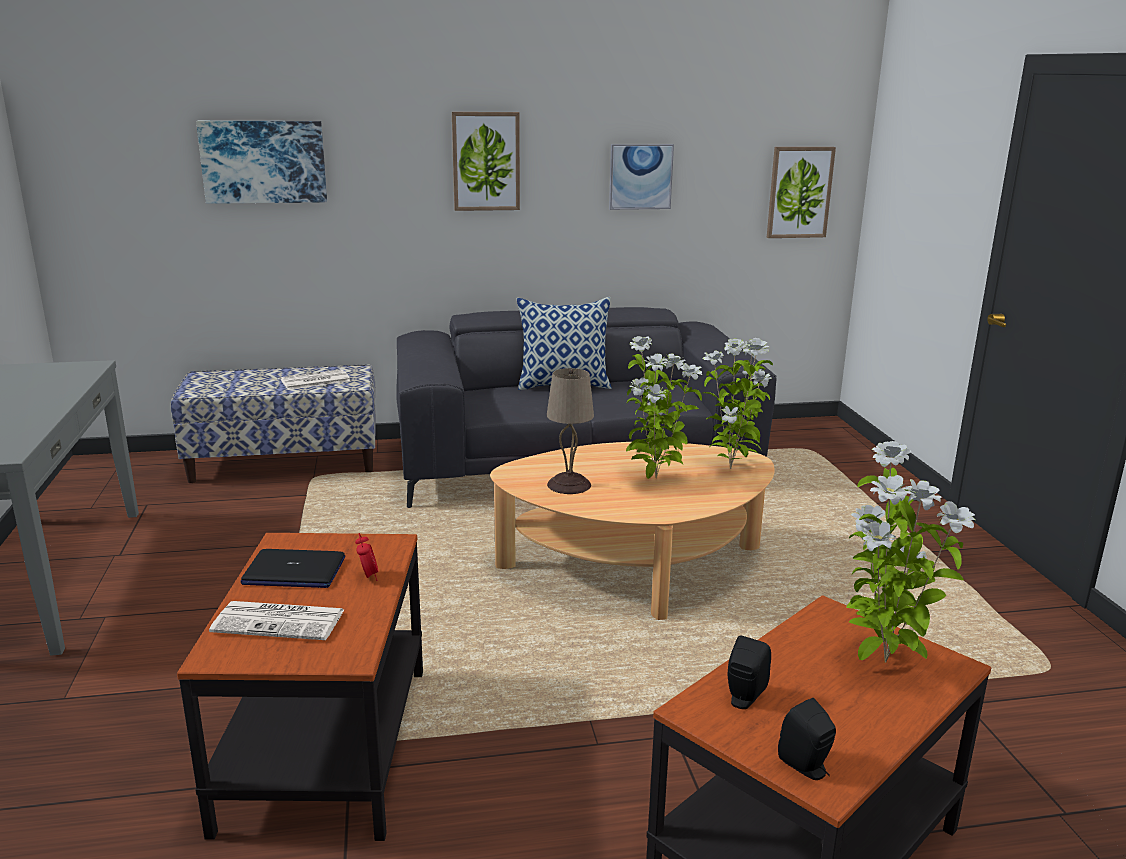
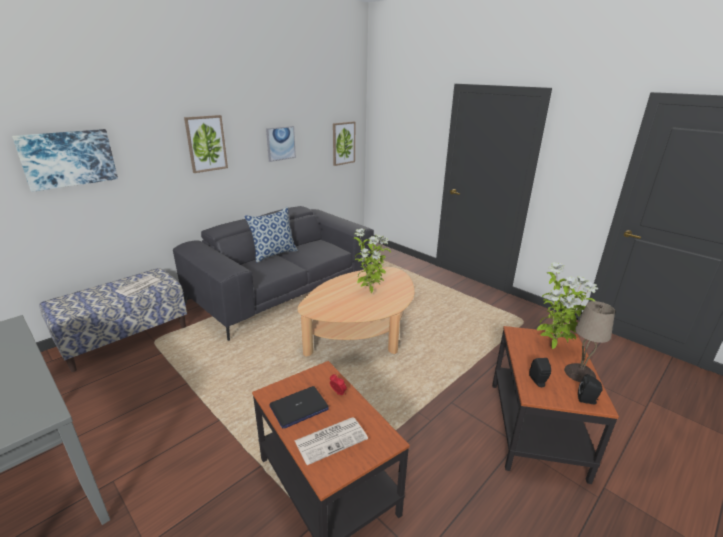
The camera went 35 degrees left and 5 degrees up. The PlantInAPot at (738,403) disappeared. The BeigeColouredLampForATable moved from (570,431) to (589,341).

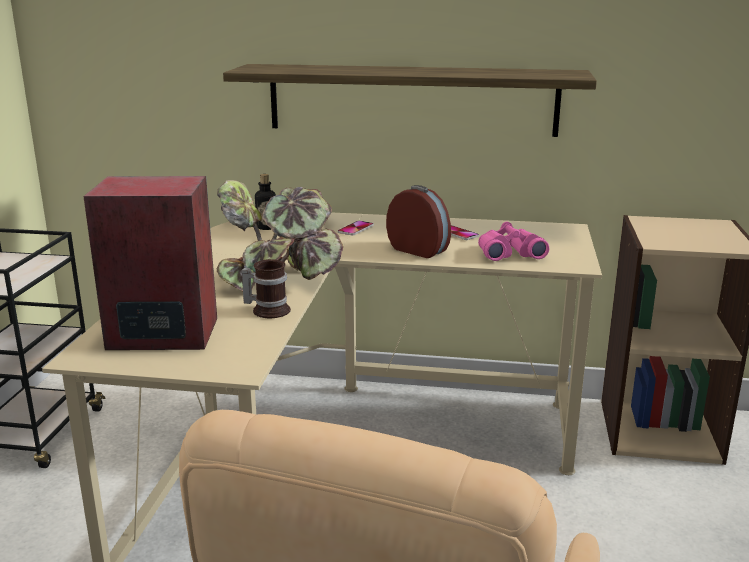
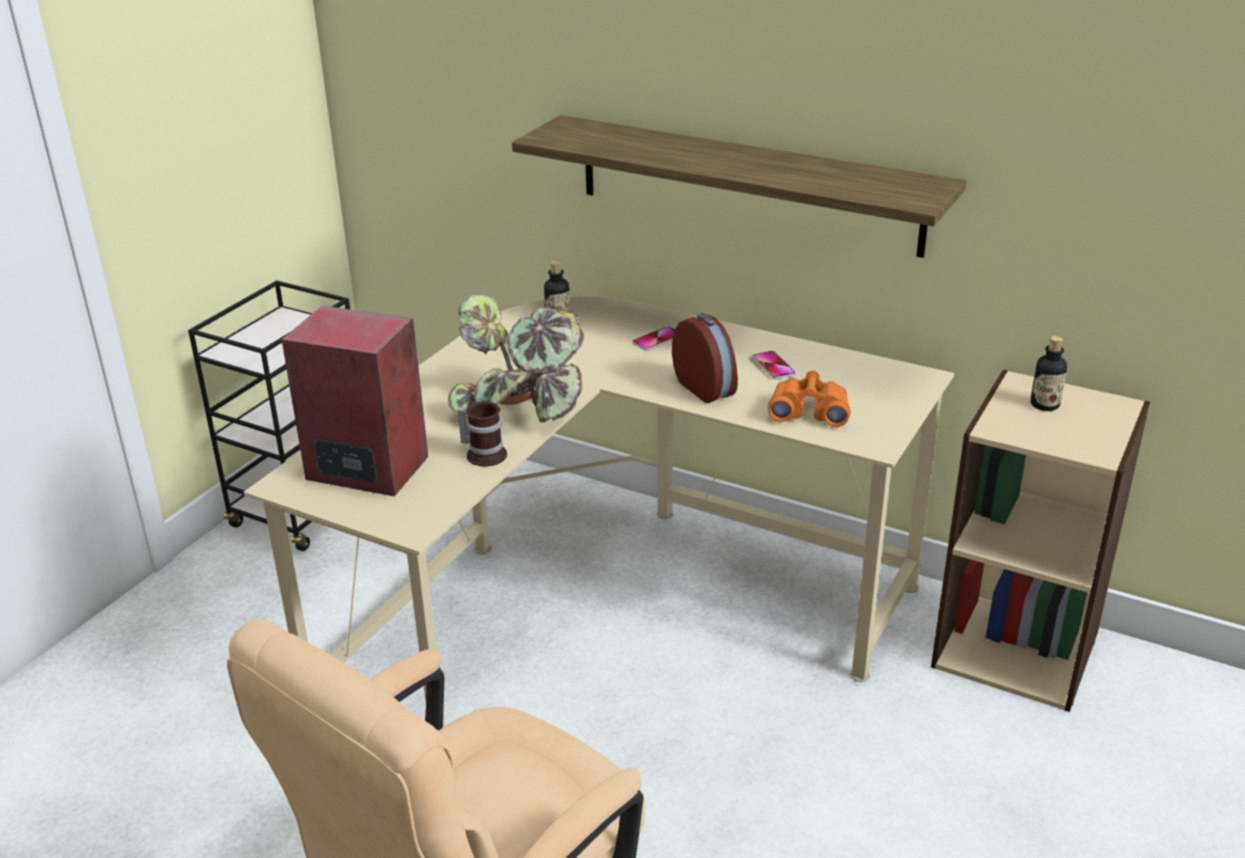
The camera went 20 degrees right and 10 degrees up. The BeverageBottle at (1049,373) appeared. The PinkishBinoculars at (513,241) became the OrangeyBinoculars at (809,398).

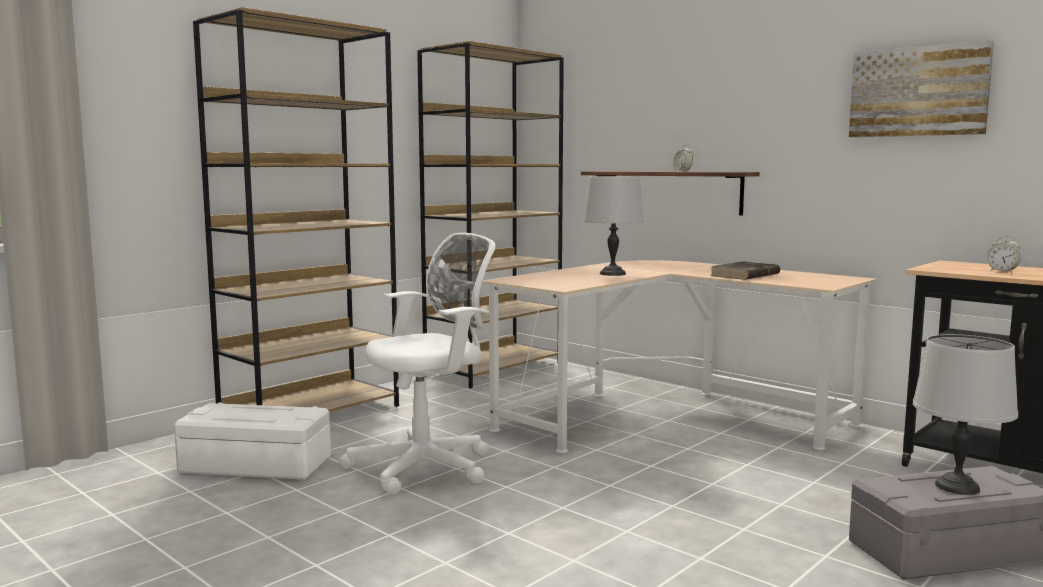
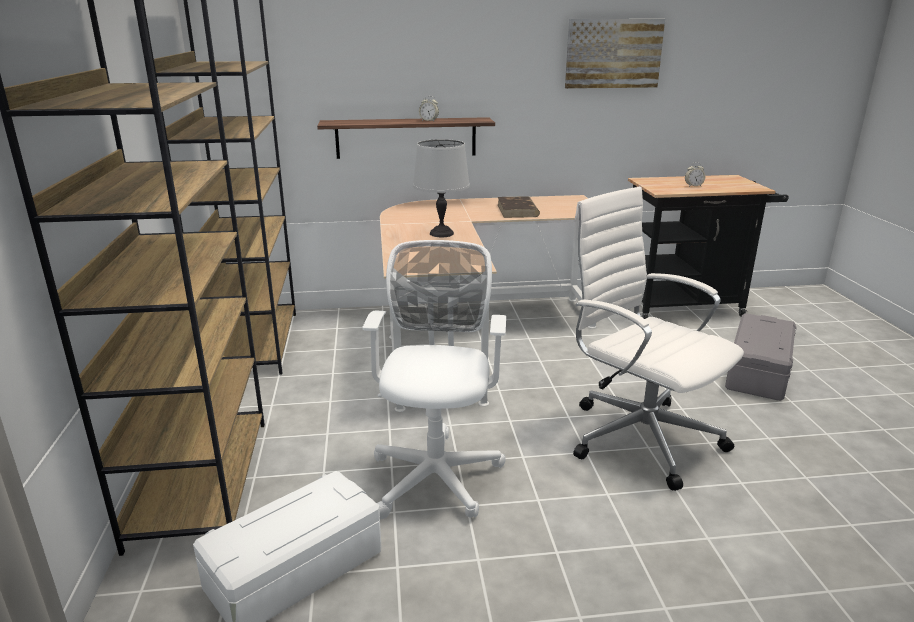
The camera went 50 degrees left and 15 degrees up. The GreyLampForATable at (965,414) disappeared. The WhiteColouredComputerChair at (658,339) appeared.

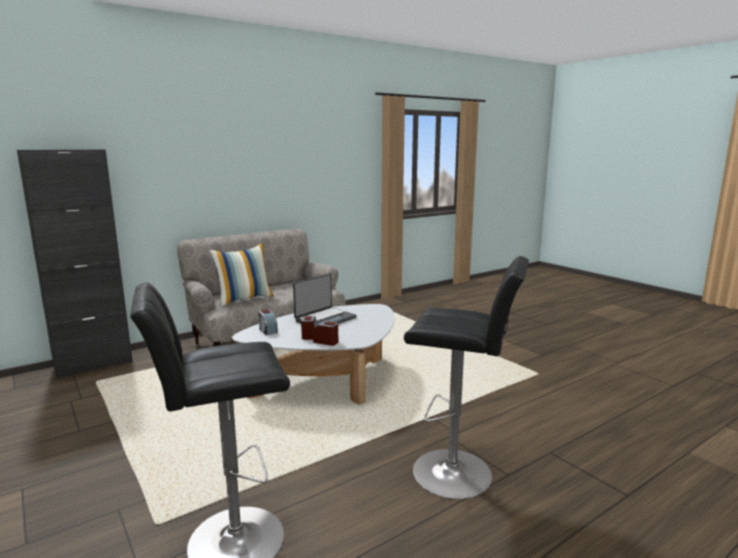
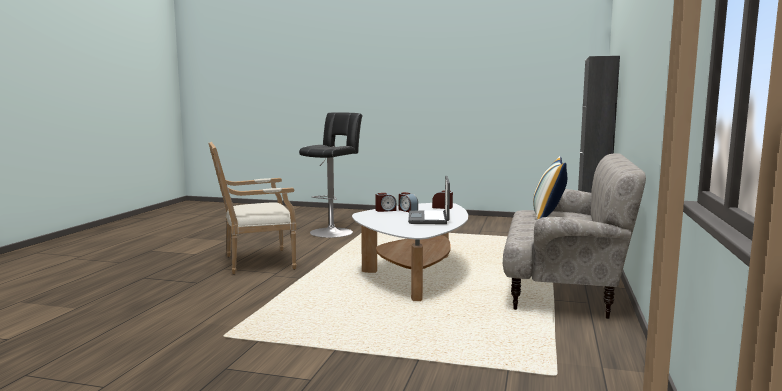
The camera went 140 degrees right and 5 degrees down. The BlackColouredStool at (466,377) was replaced by the EasyChair at (252,208).

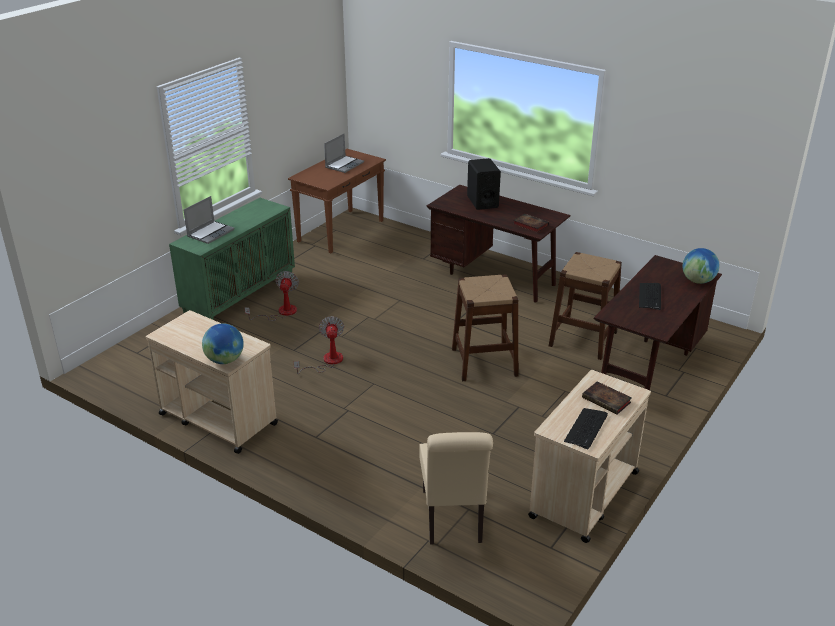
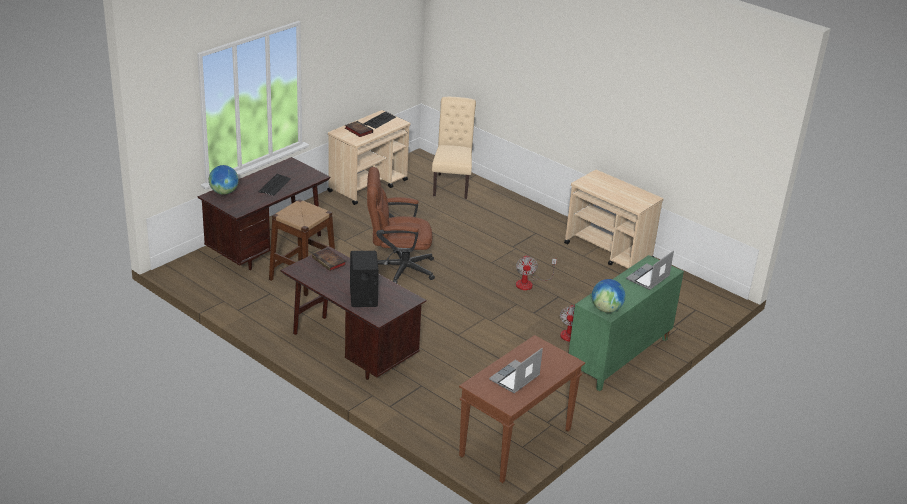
The camera went 175 degrees left and 0 degrees up. The Globe moved from (223,344) to (609,296). The BrownColouredStool at (485,327) was replaced by the BrownColouredComputerChair at (401,225).

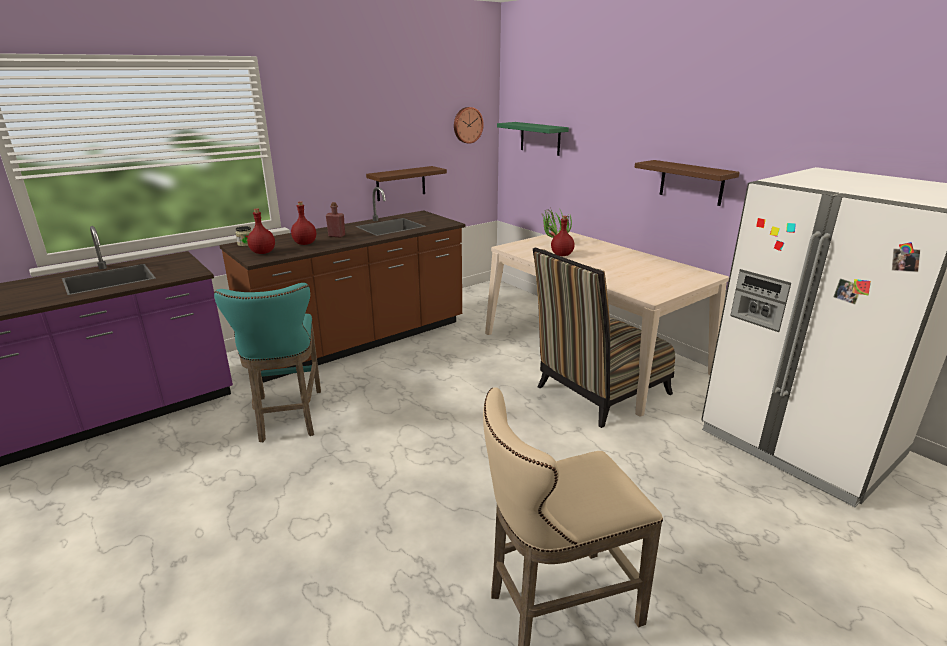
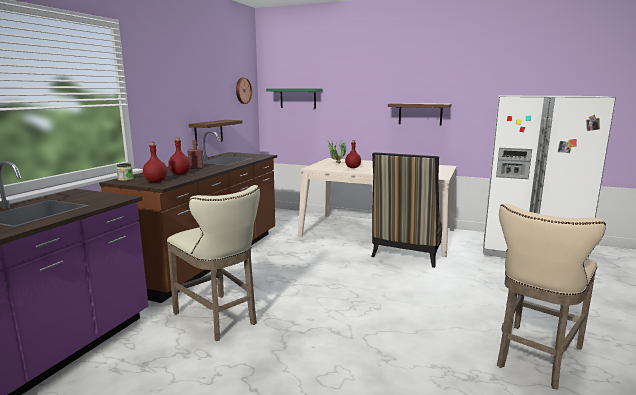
The camera went 30 degrees left and 10 degrees down. The TurquoiseColouredStool at (267,362) became the BeigeColouredStool at (213,263).

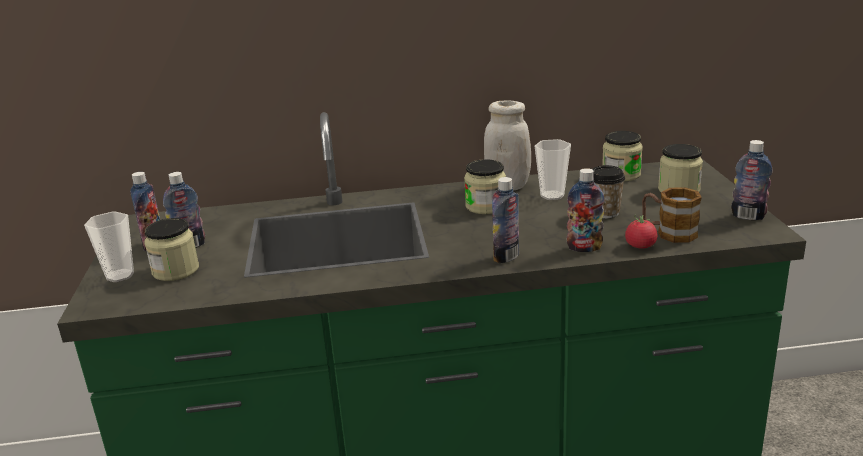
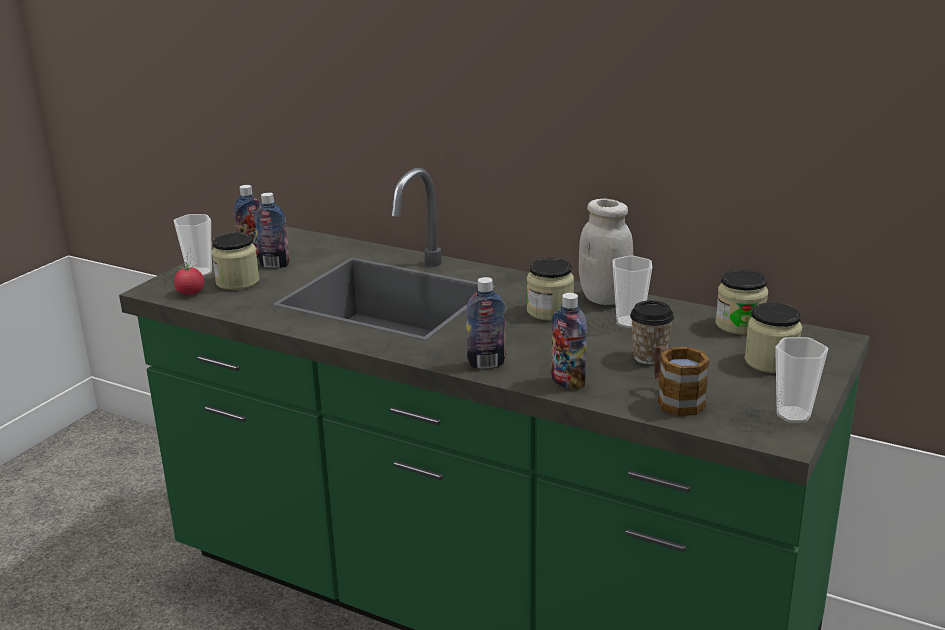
The camera went 35 degrees right and 0 degrees up. The WholeTomato moved from (641,232) to (189,278). The BeverageBottle at (751,180) was replaced by the SmallCup at (801,380).

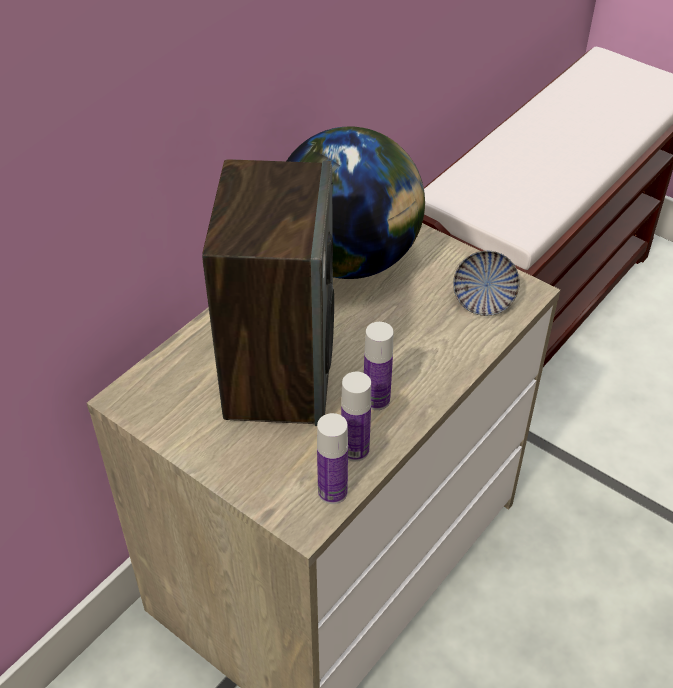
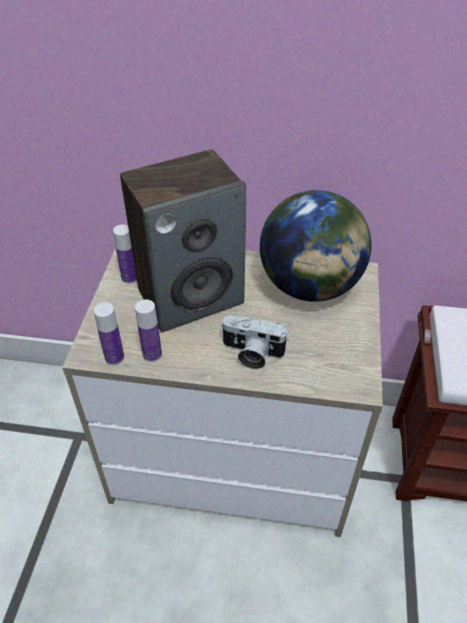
The camera went 60 degrees right and 0 degrees up. The ServingBowl at (486,283) disappeared. The StillCamera at (255,342) appeared. The BeverageBottle moved from (378,366) to (125,254).

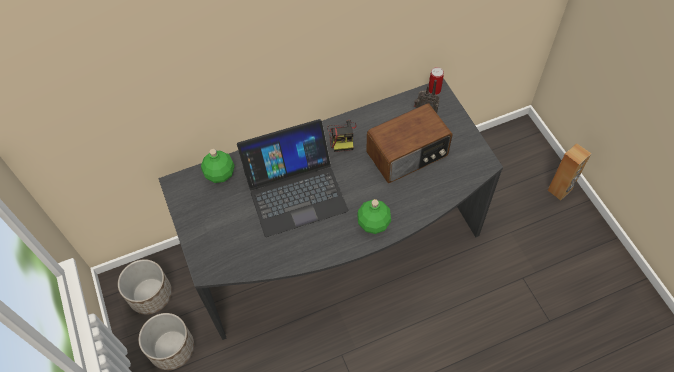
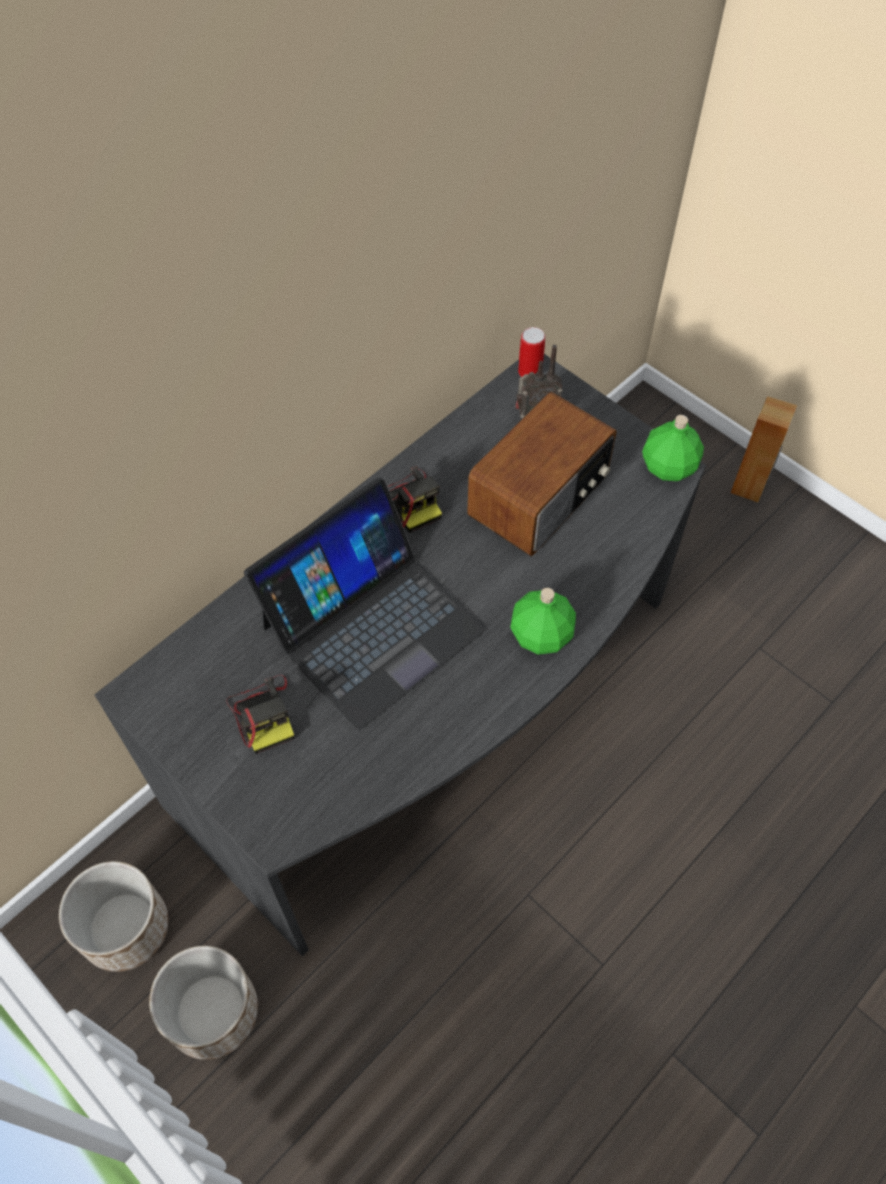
The camera went 25 degrees left and 0 degrees up. The StillCamera at (260,714) appeared. The GreenBeverageBottle moved from (218,166) to (673,448).

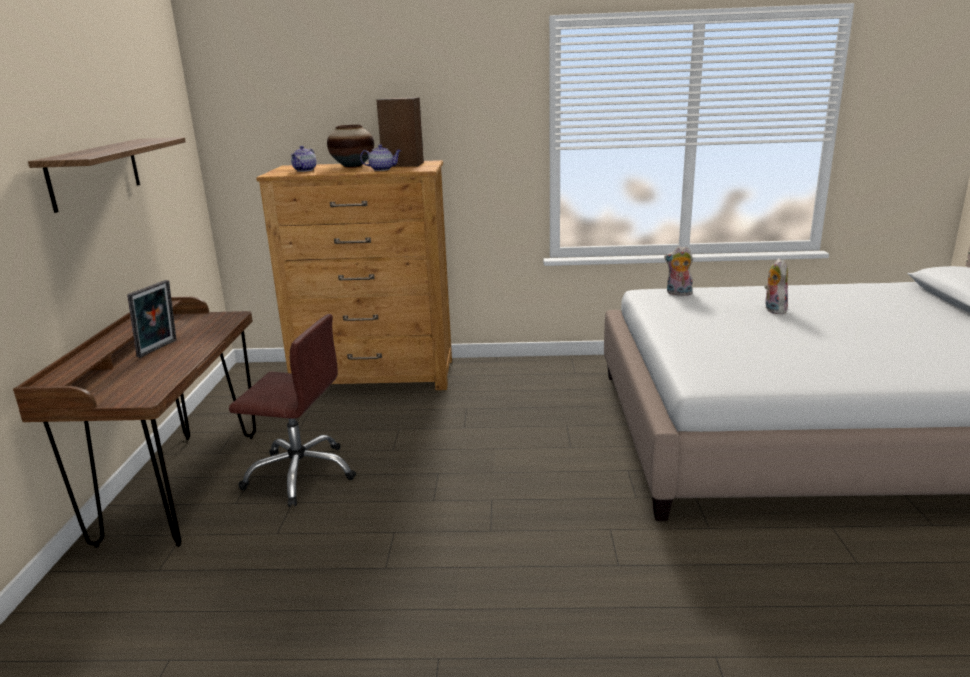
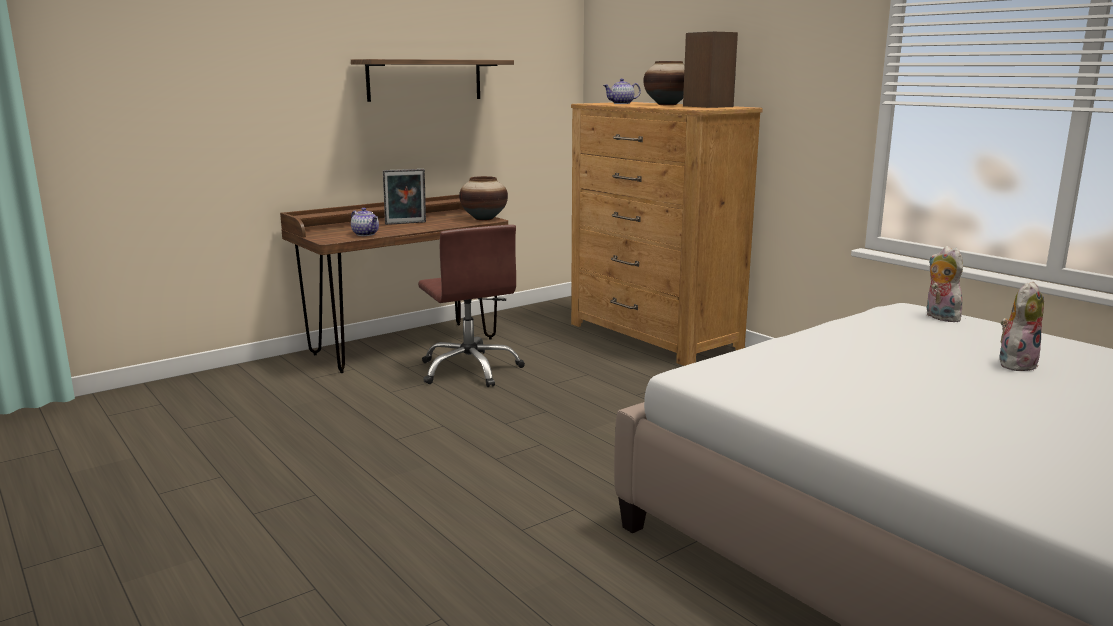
The camera went 50 degrees right and 5 degrees down. The Vase at (483,198) appeared. The PotForTea moved from (381,157) to (365,222).

